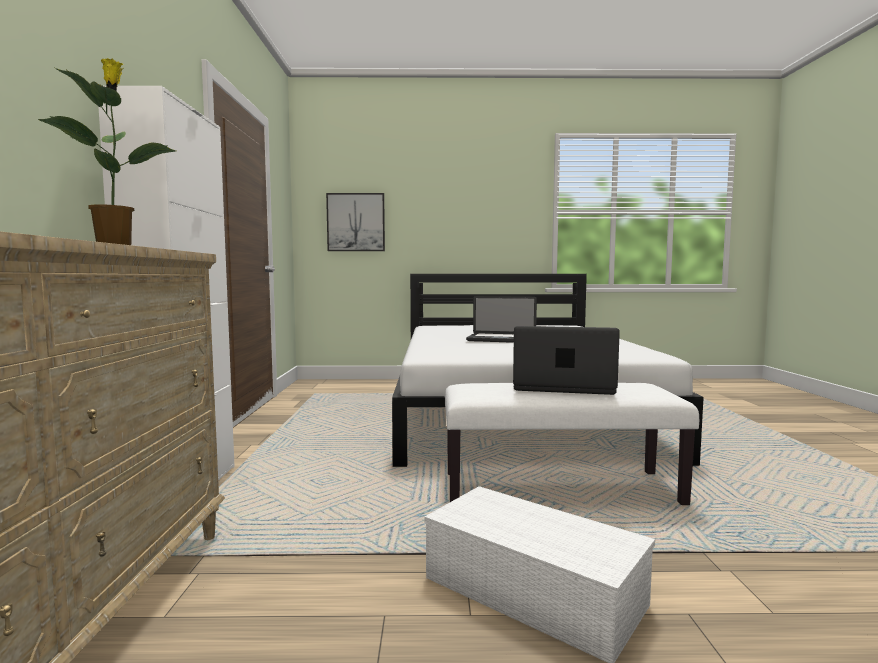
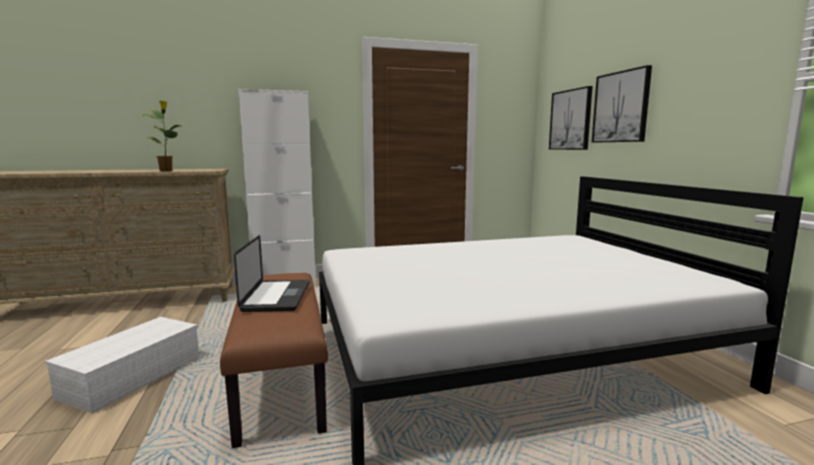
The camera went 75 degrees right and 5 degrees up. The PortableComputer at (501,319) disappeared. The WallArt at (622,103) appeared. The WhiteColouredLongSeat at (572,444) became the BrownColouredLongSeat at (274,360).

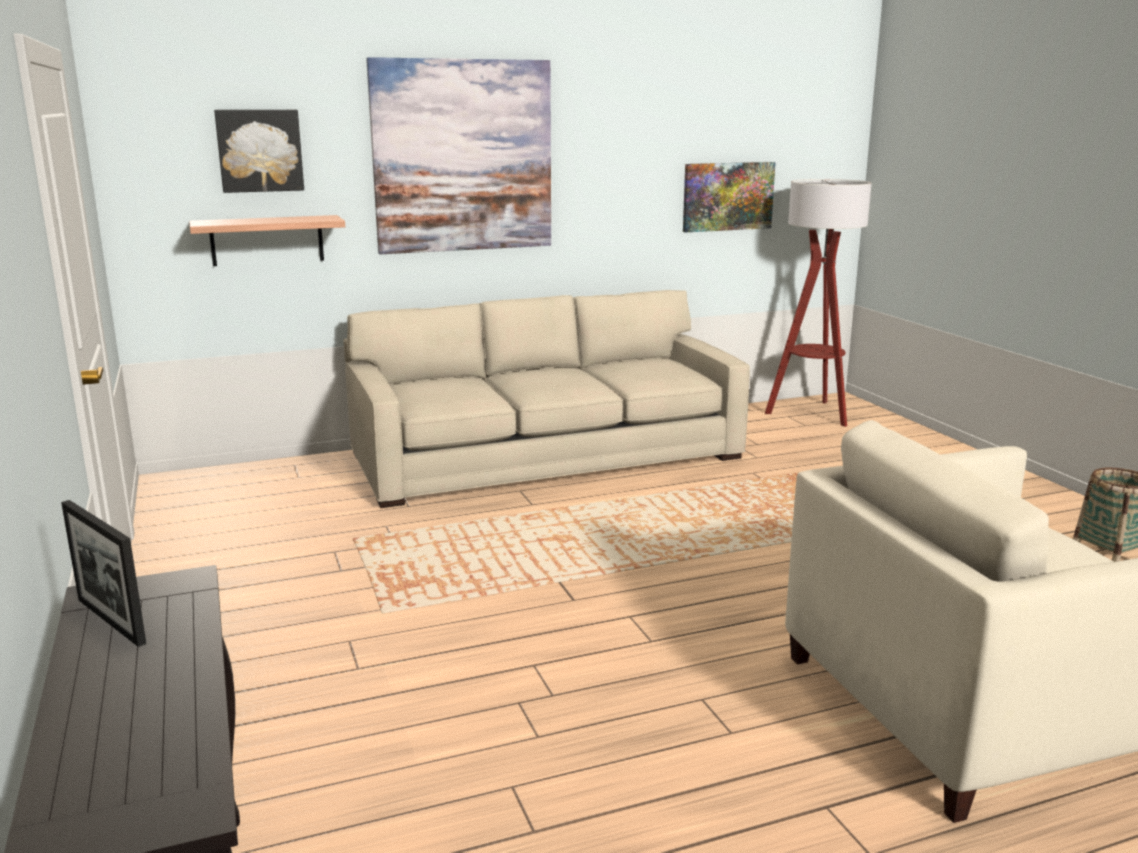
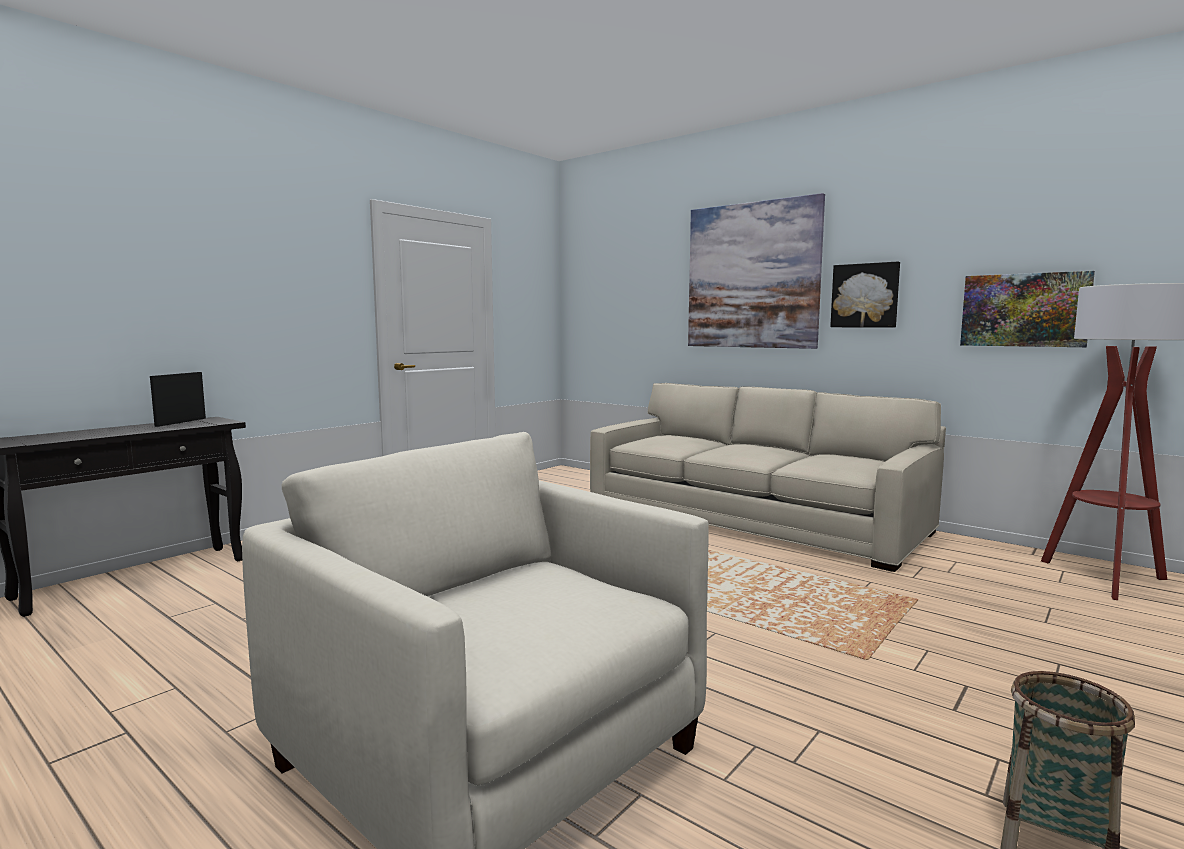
The camera went 60 degrees right and 10 degrees down. The Shelf at (267,240) disappeared. The WallArt moved from (259,151) to (865,294).

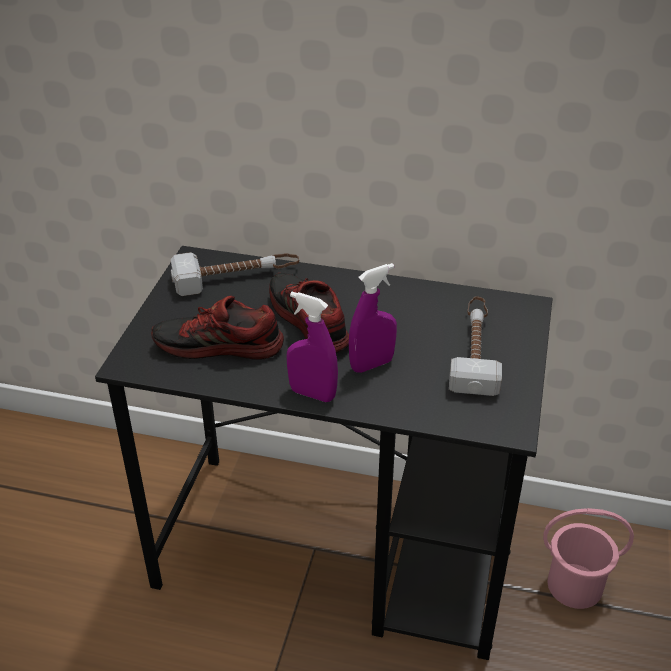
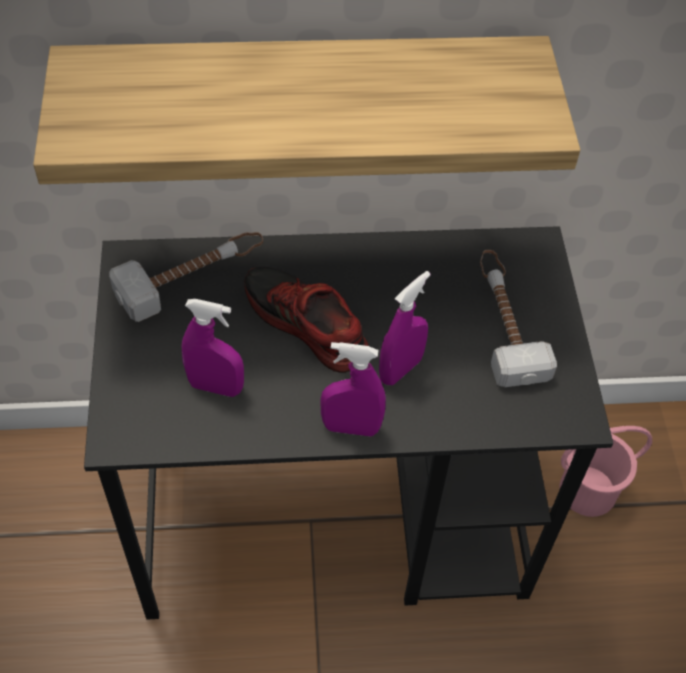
The camera went 20 degrees left and 15 degrees up. The Shelf at (306,110) appeared. The ItemOfFootwear at (217,327) was replaced by the PurpleHandSprayer at (213,348).

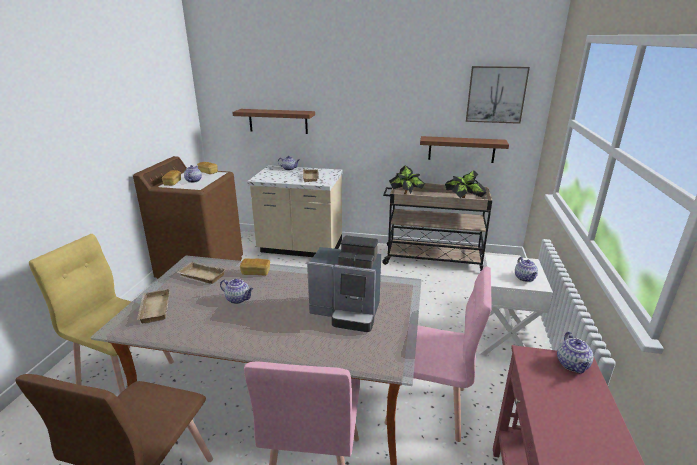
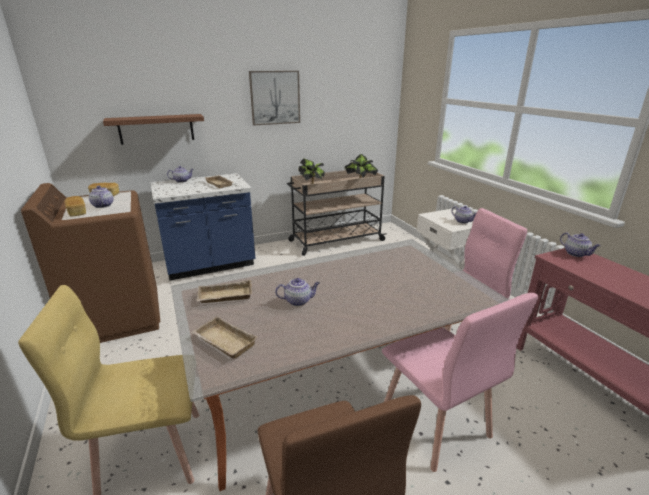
The camera went 35 degrees left and 0 degrees up. The BakedBread at (255,266) disappeared. The CoffeeMaker at (344,284) disappeared. The BrownColouredShelf at (464,149) disappeared. The WallArt moved from (498,95) to (274,98). The BeigeColouredKitchenBaseUnit at (294,211) became the BlueColouredKitchenBaseUnit at (202,226).

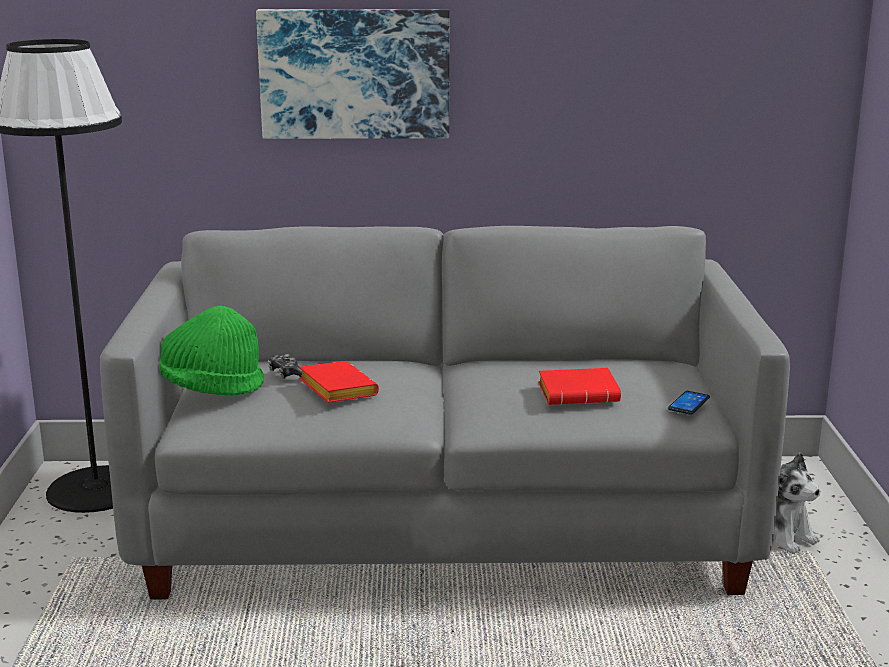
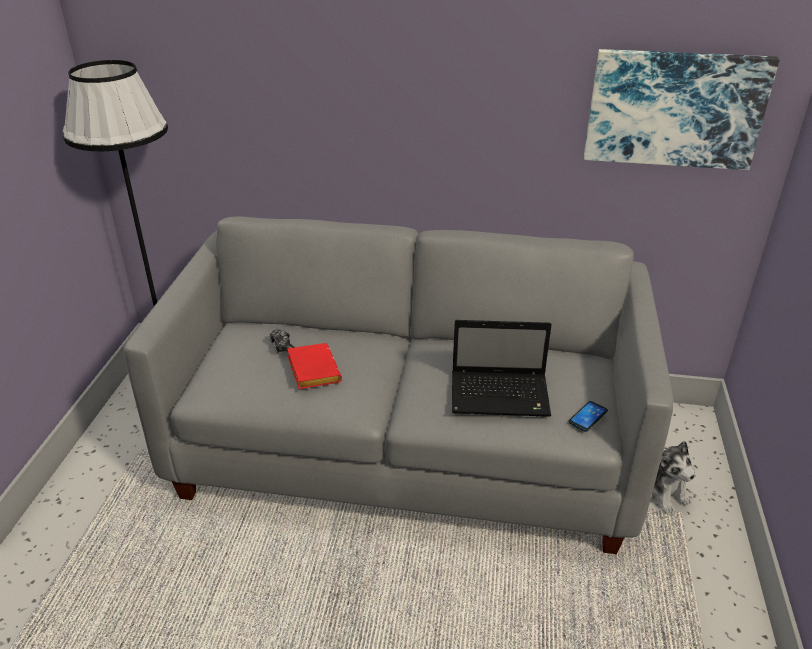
The camera went 10 degrees right and 15 degrees up. The GreenWearableHat at (211,350) disappeared. The WallArt moved from (352,74) to (681,109). The RedColouredVolume at (579,386) was replaced by the PortableComputer at (501,368).

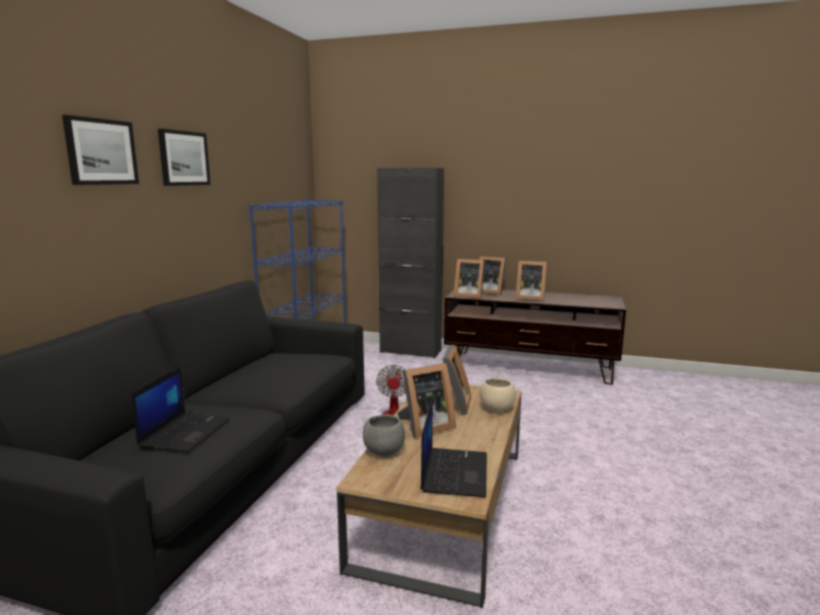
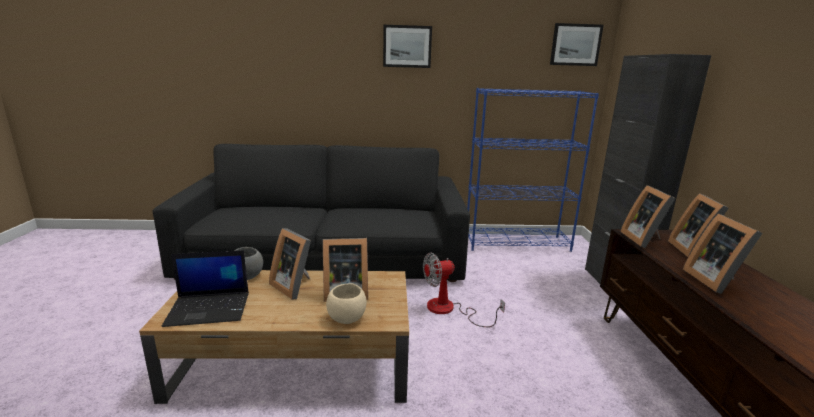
The camera went 70 degrees right and 5 degrees up. The PortableComputer at (180,410) disappeared. The WallArt moved from (100,150) to (577,44).

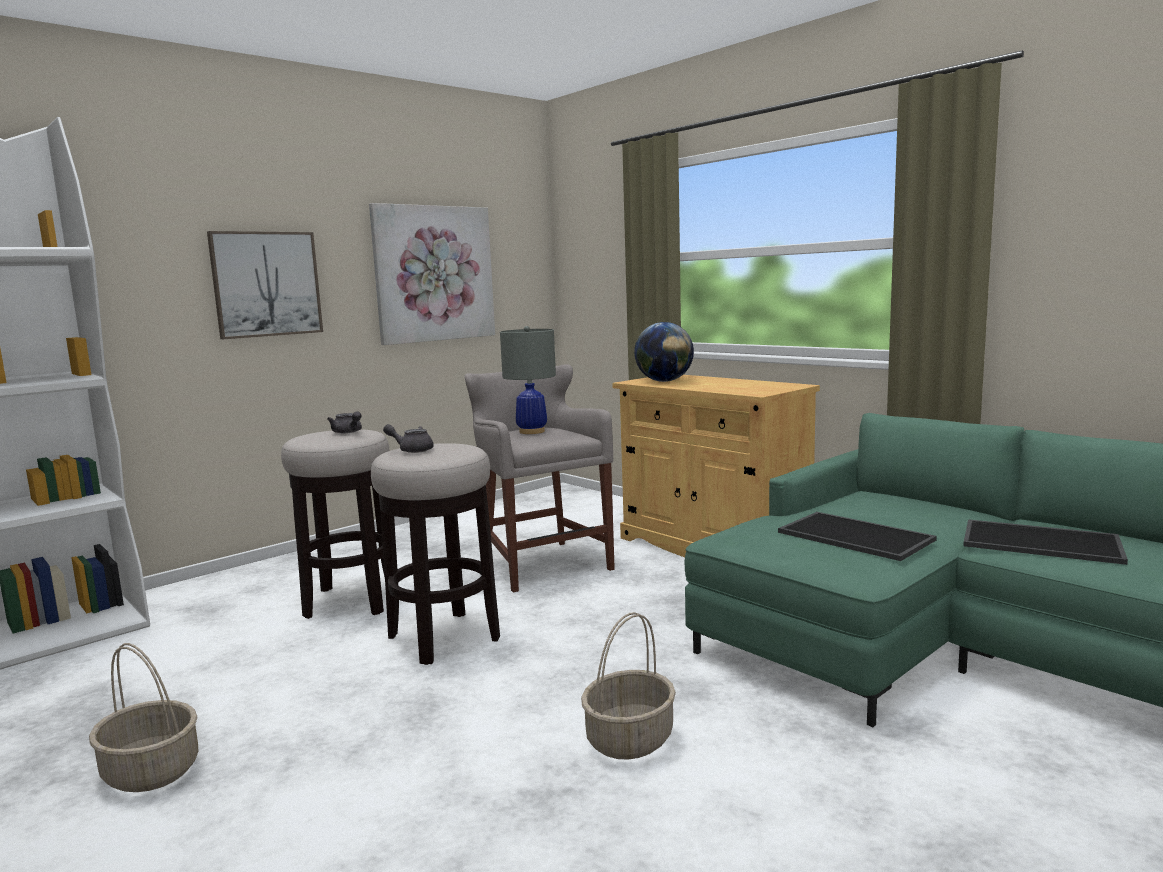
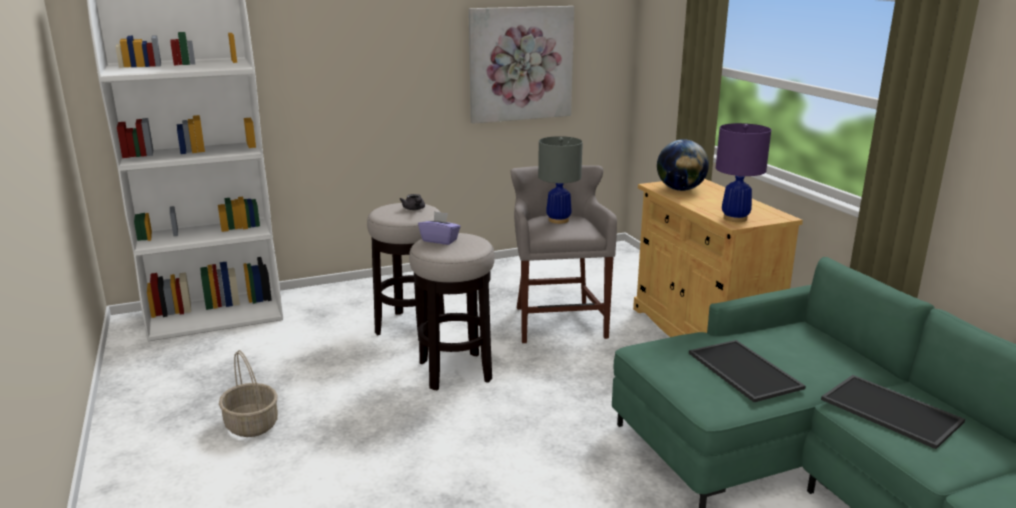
The camera went 20 degrees right and 10 degrees up. The WallArt at (265,285) disappeared. The Basket at (628,686) disappeared. The PurpleLampForATable at (743,172) appeared. The GreyPotForTea at (408,438) was replaced by the PurpleTissueHolder at (439,228).

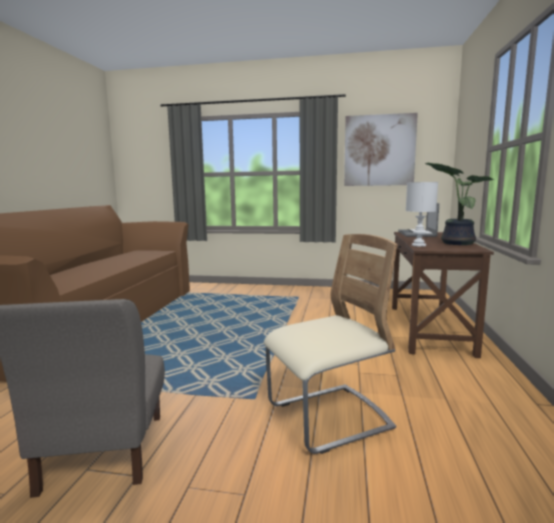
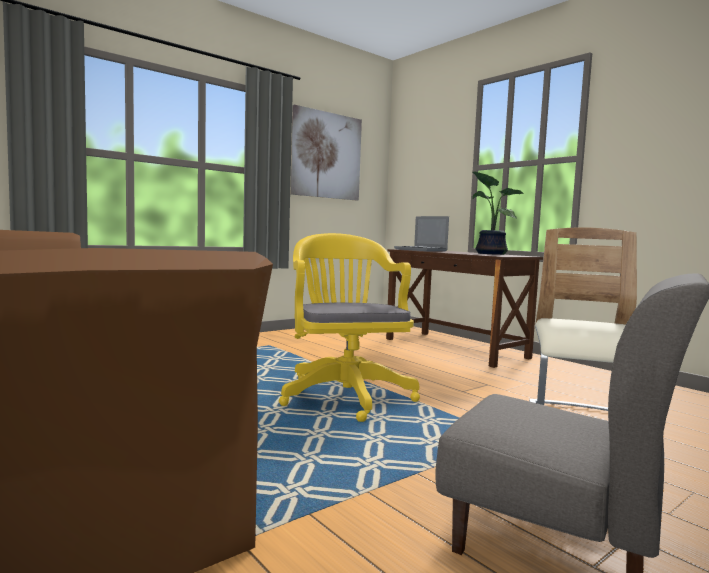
The camera went 50 degrees left and 5 degrees down. The WhiteColouredLampForATable at (422,214) disappeared. The YellowColouredComputerChair at (349,327) appeared.

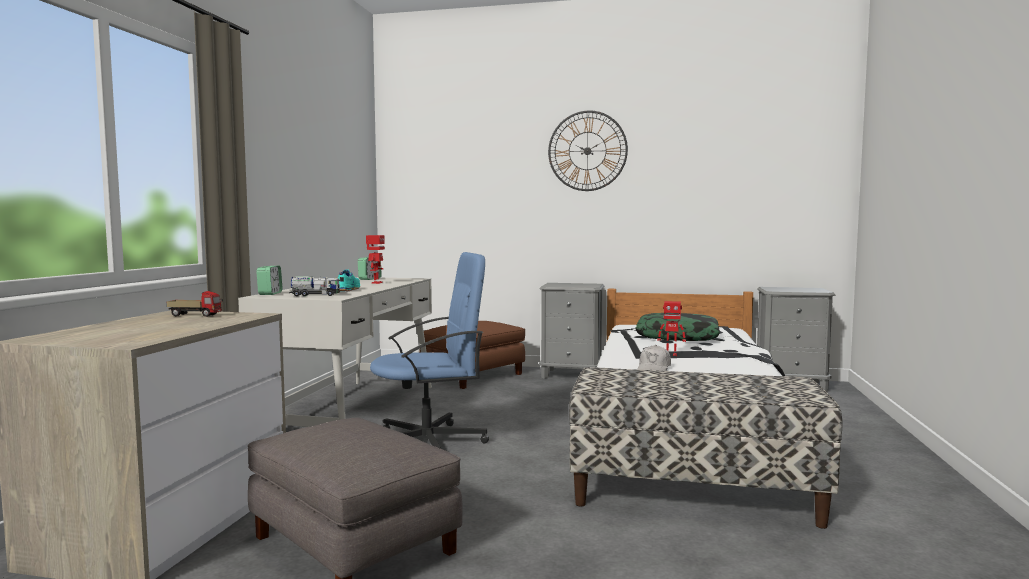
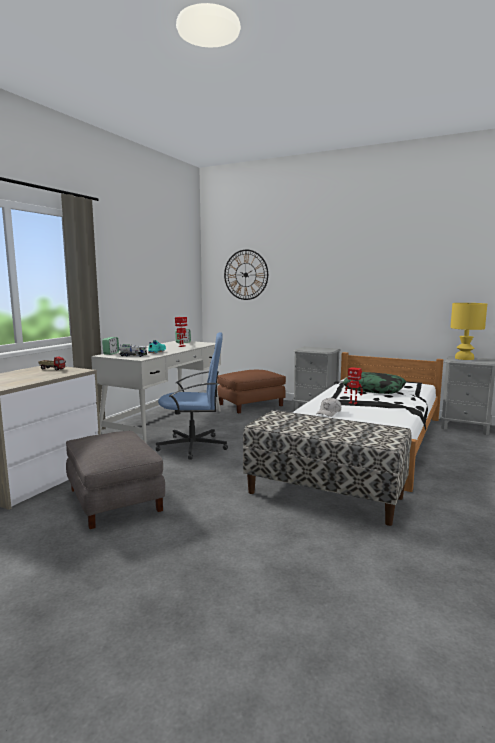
The camera went 15 degrees right and 5 degrees up. The YellowColouredLampForATable at (468,331) appeared. The HangingClock moved from (588,150) to (246,275).

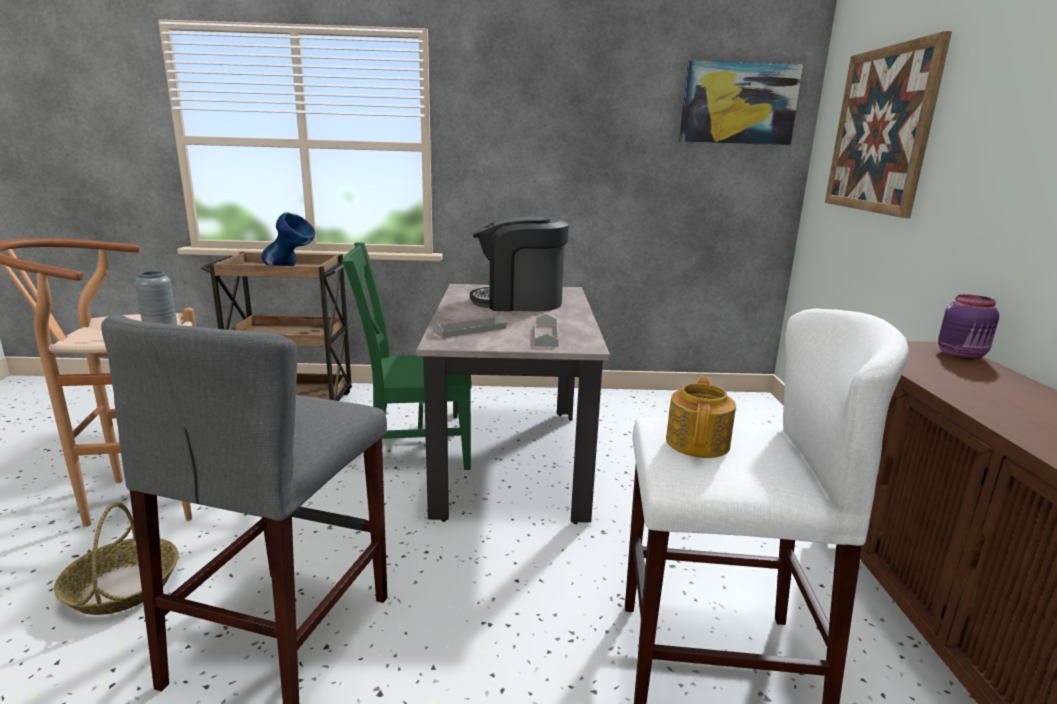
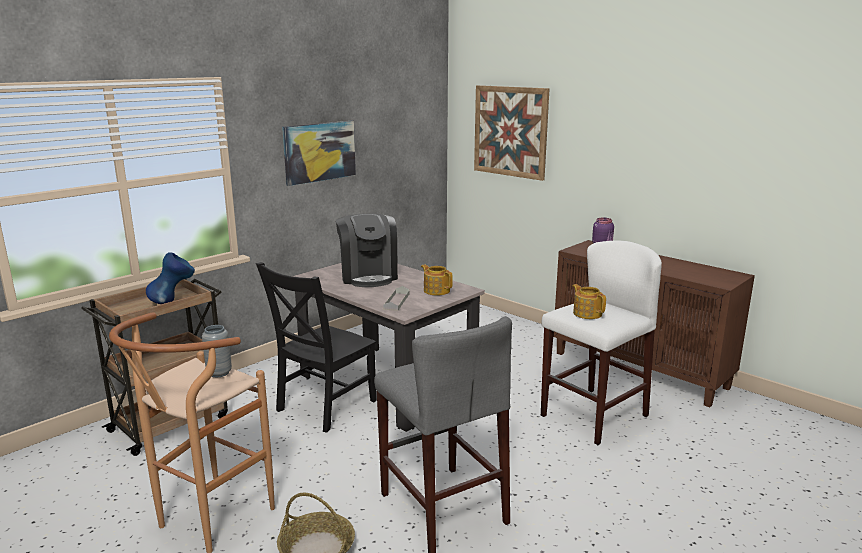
The camera went 45 degrees left and 0 degrees up. The WallArt moved from (741,102) to (319,153). The GreyTray at (547,330) was replaced by the PotForTea at (437,280). The GreenChair at (407,356) became the BlackColouredChair at (316,347). The CoffeeMaker at (519,264) turned 60 degrees counterclockwise.

